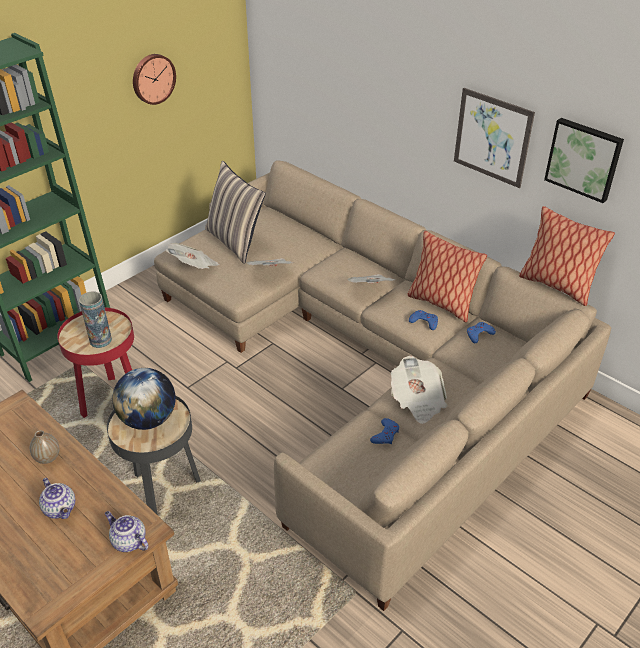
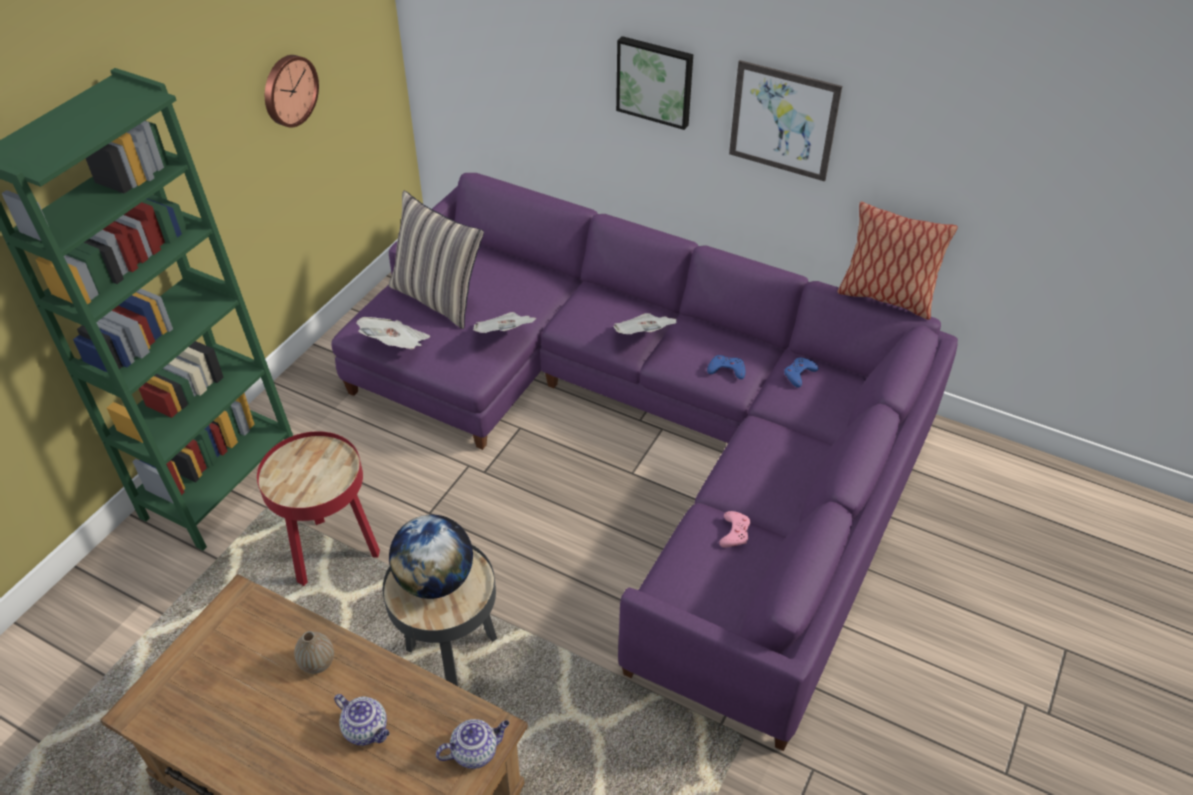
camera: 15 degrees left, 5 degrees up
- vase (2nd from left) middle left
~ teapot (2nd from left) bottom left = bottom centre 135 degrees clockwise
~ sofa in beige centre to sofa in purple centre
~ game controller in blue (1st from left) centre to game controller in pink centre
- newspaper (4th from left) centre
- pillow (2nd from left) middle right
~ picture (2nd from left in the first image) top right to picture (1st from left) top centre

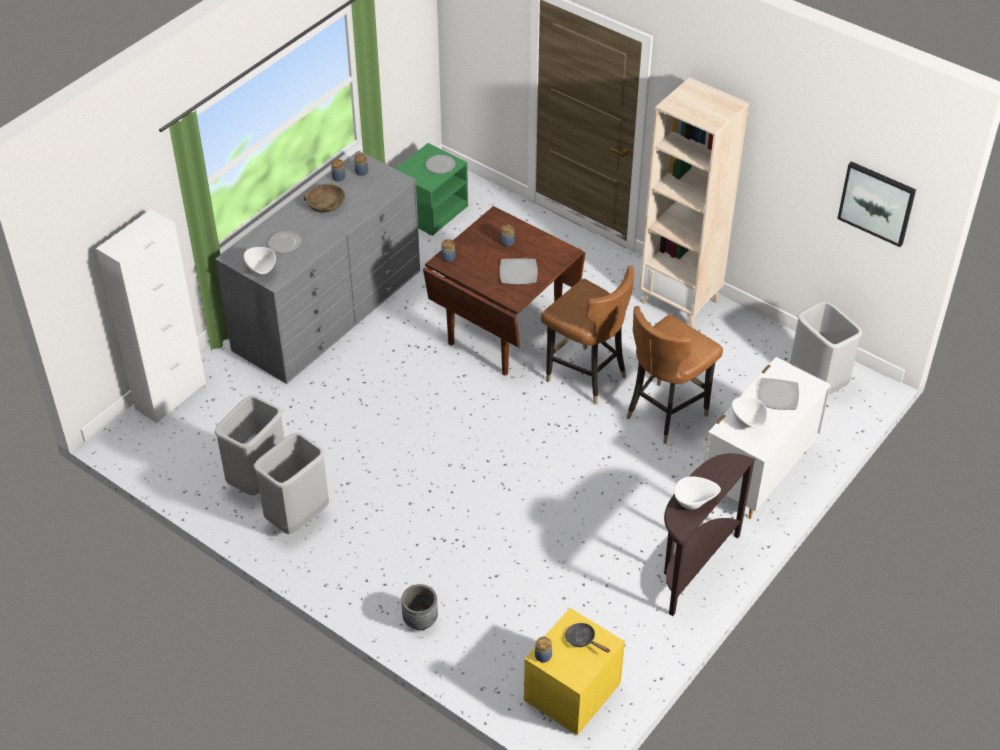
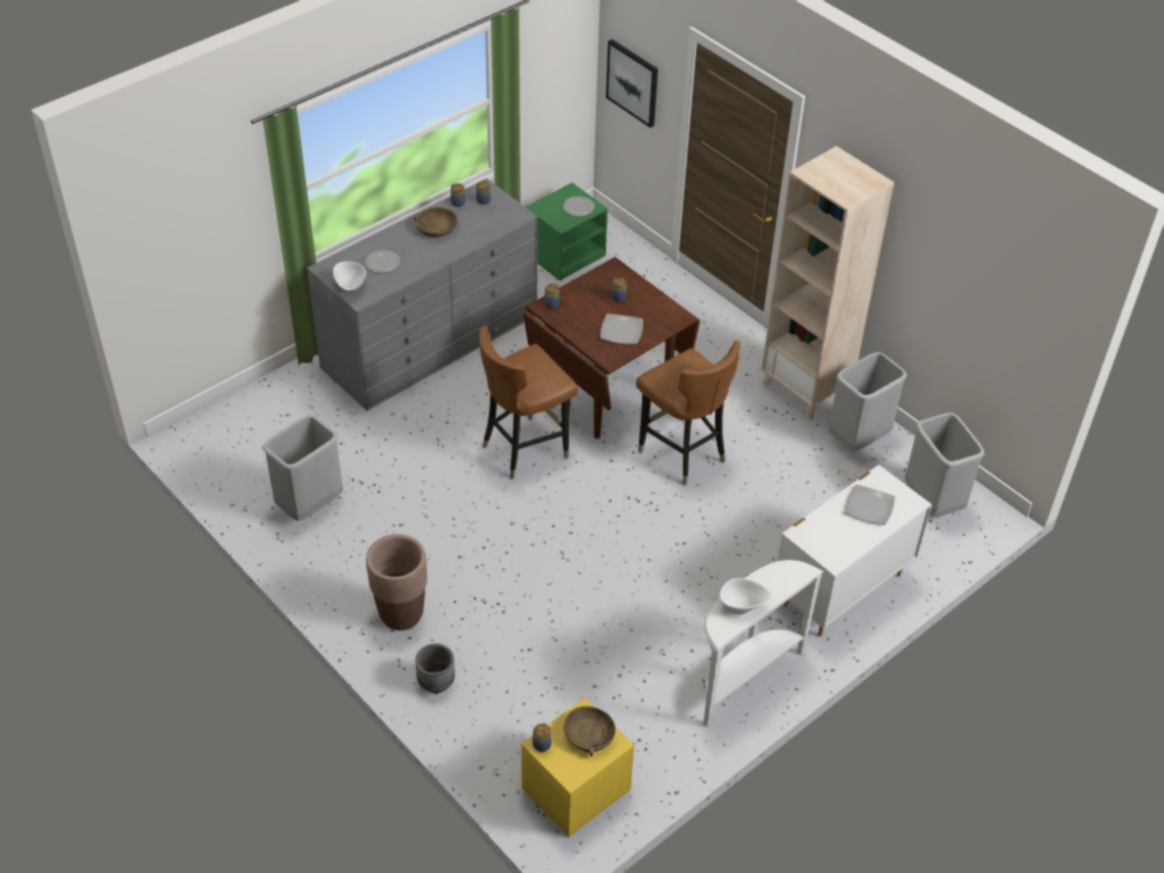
camera: 10 degrees right, 0 degrees up
- cabinet in white middle left
~ trash can in grey (2nd from left) middle left to middle right
~ frying pan in black bottom centre to bowl in brown (2nd from left) bottom centre
~ chair in brown (2nd from left in the first image) middle right to chair in brown (1st from left) centre
~ console table in brown bottom right to console table in white bottom centre
- bowl in white (3rd from left) middle right
~ picture top right to top centre
+ planter in brown bottom centre

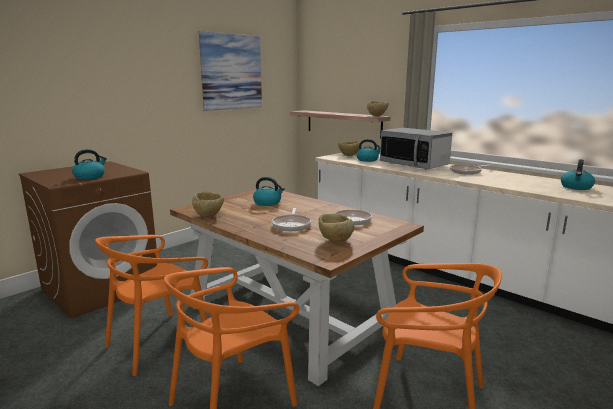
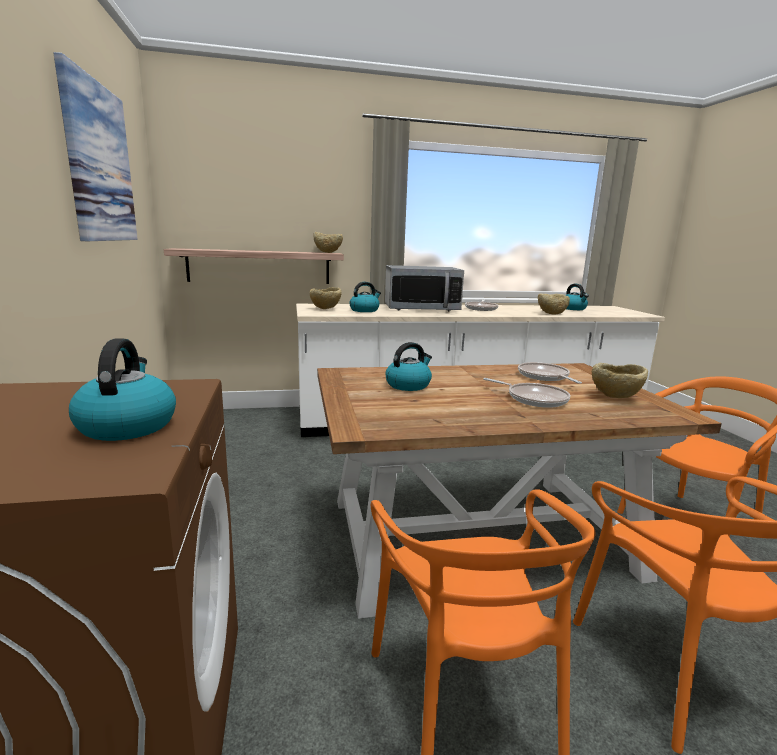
camera: 55 degrees left, 0 degrees up
~ bowl in beige (1st from left in the first image) centre to bowl in beige (3rd from left) middle right

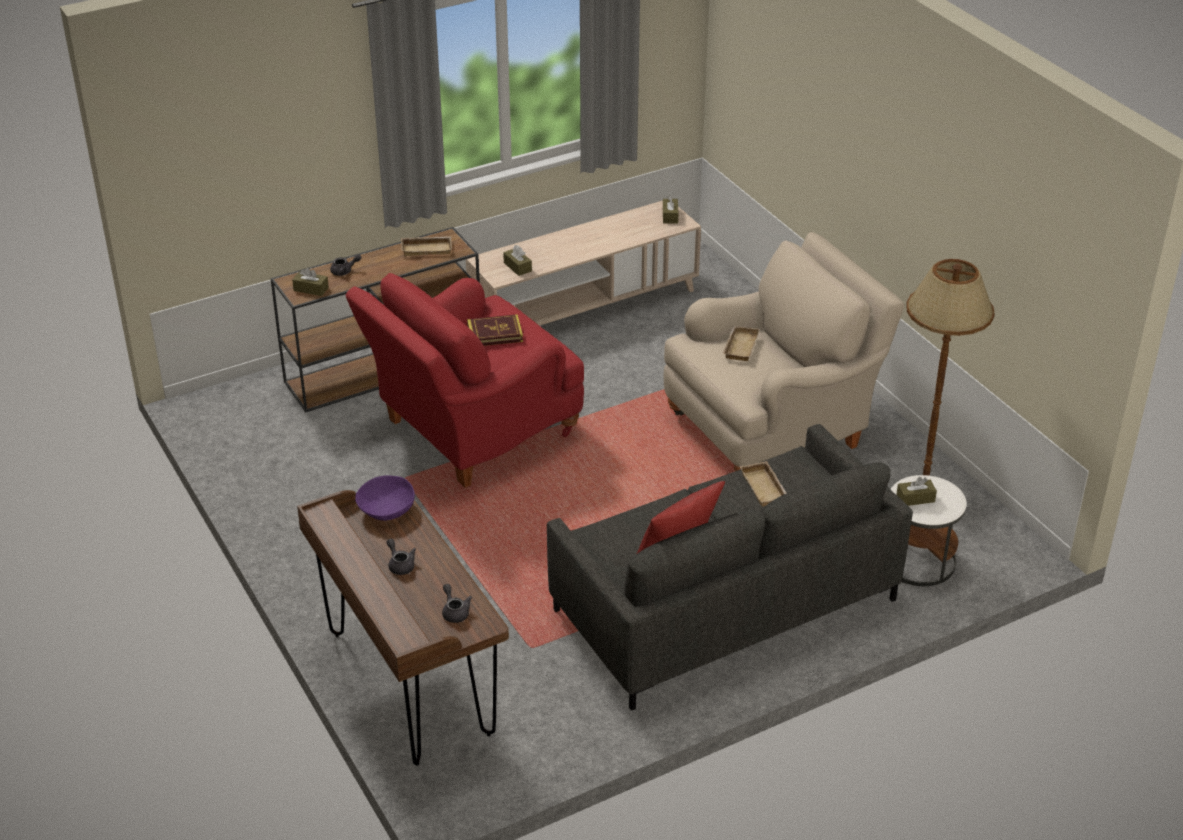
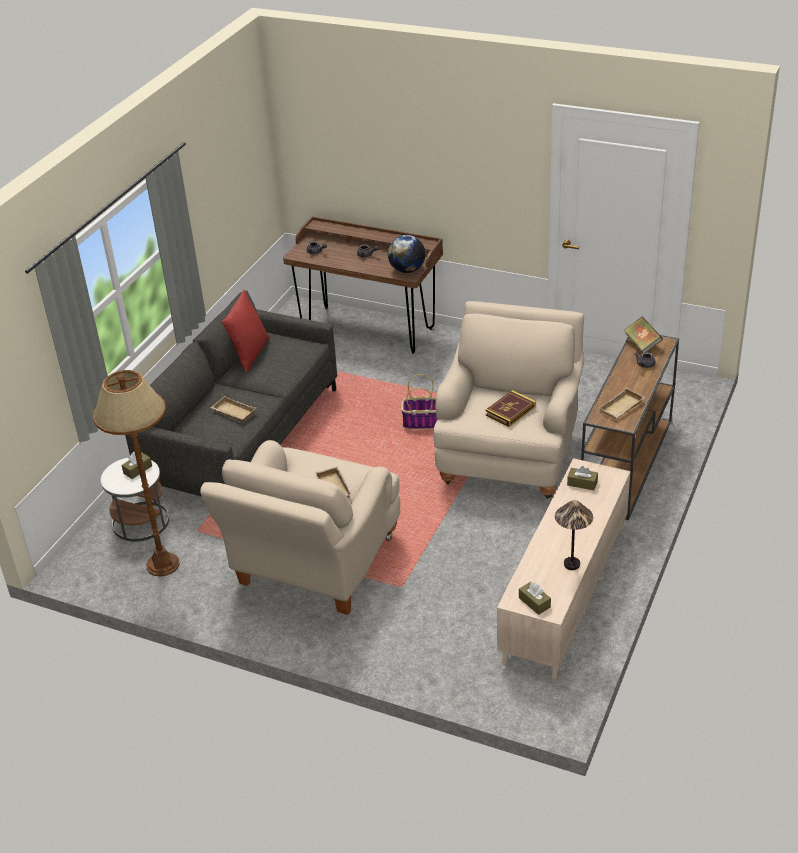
camera: 145 degrees right, 0 degrees up
~ tissue box in brown (1st from left) middle left to book (2nd from left) middle right
~ armchair in red centre to armchair in beige (2nd from left) centre
~ bowl in purple middle left to globe top centre
+ basket centre
+ table lamp middle right

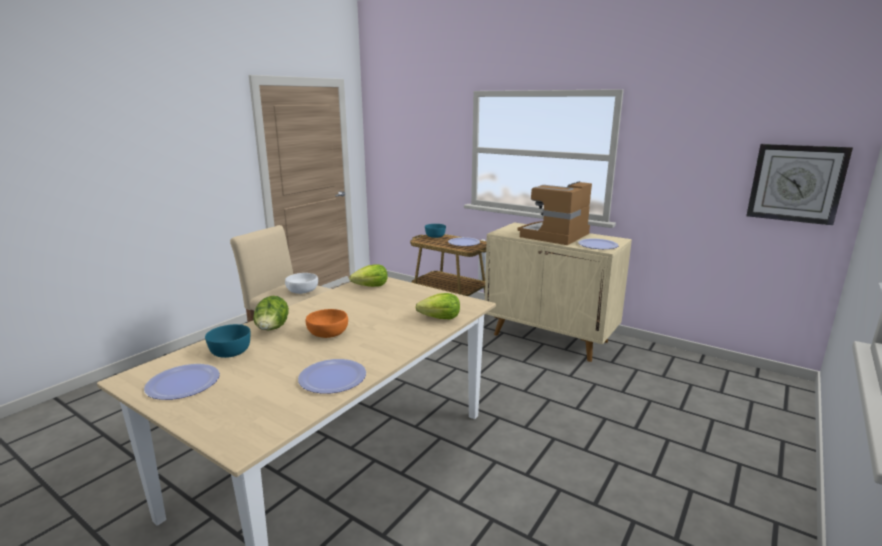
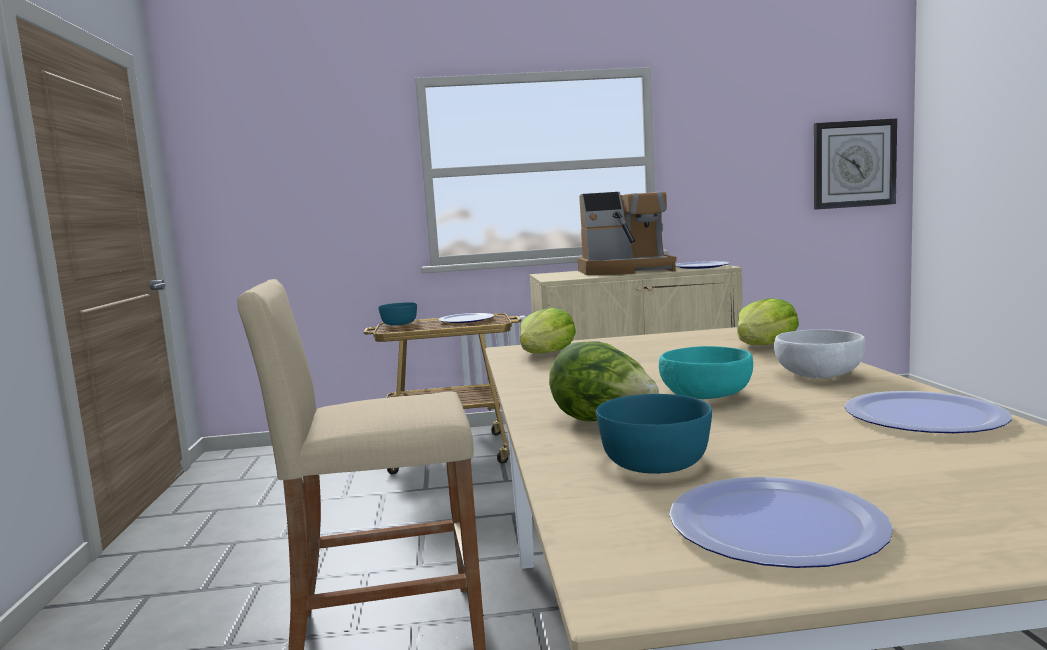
camera: 40 degrees left, 10 degrees down
~ bowl in white centre to middle right
~ bowl in orange centre to bowl in turquoise (3rd from left) middle right
~ coffee machine centre = centre 90 degrees counterclockwise

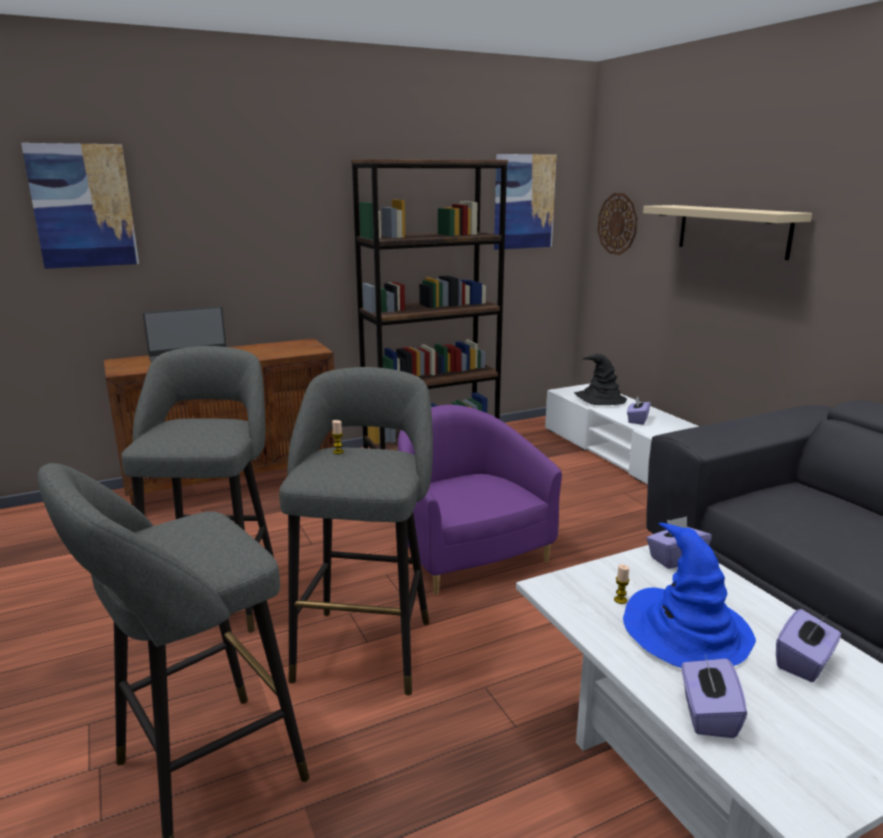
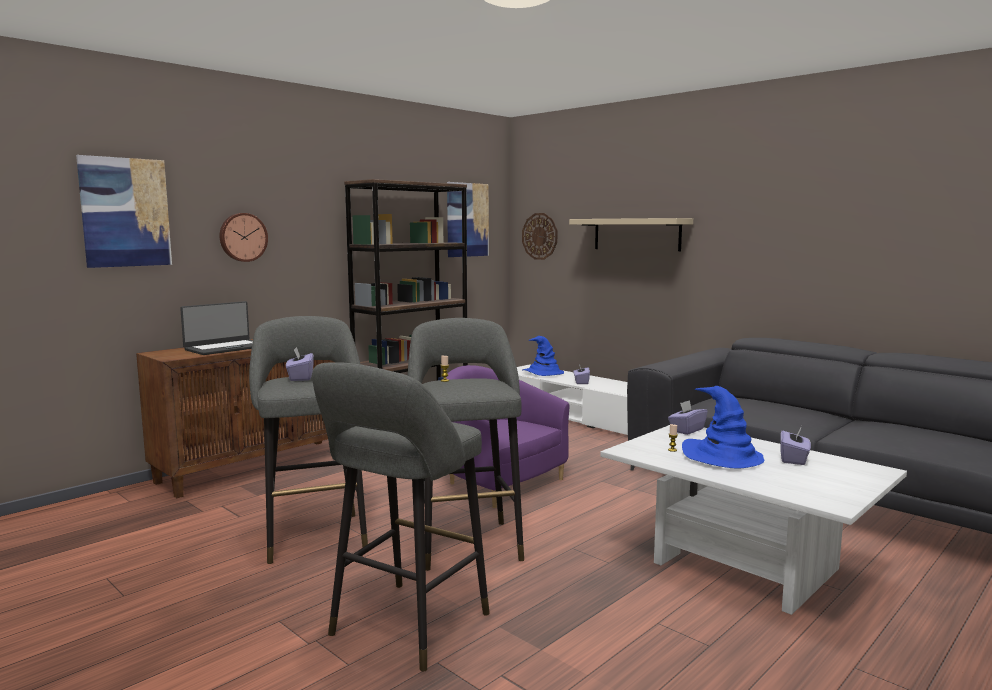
camera: 20 degrees left, 10 degrees down
~ hat in black middle right to hat in blue (1st from left) centre
~ tissue box in purple (3rd from left in the first image) bottom right to tissue box in purple (1st from left) middle left
+ wall clock (1st from left) middle left

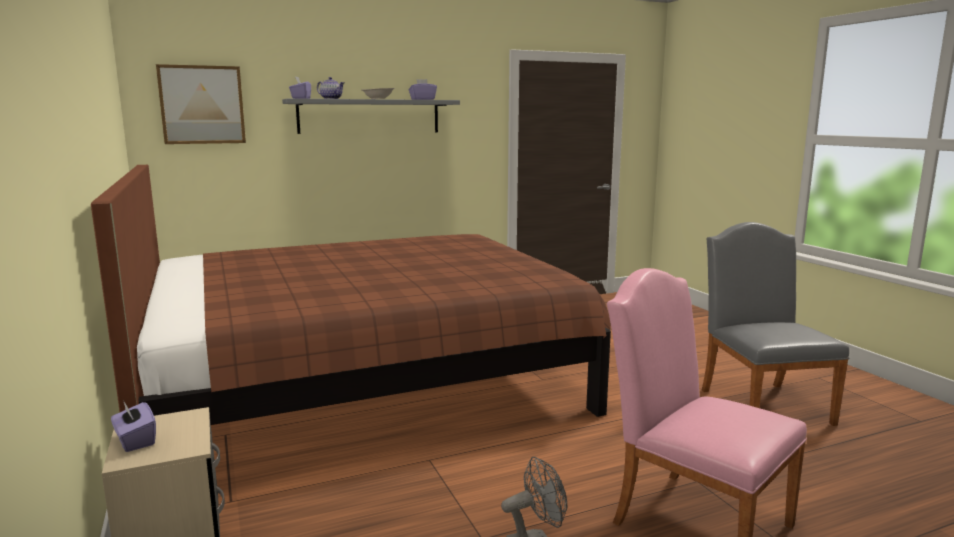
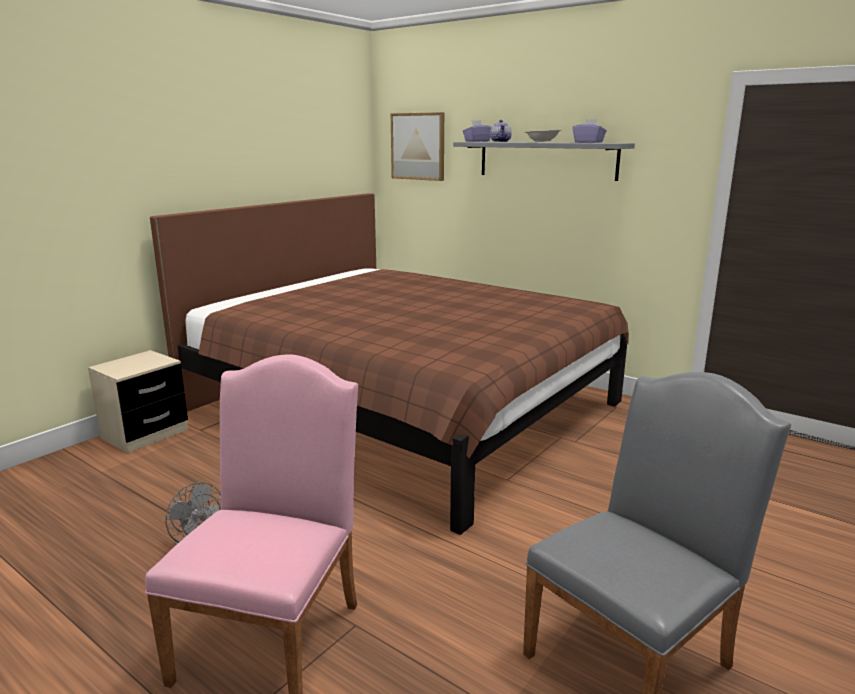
camera: 60 degrees right, 5 degrees up
- tissue box in purple (1st from left) bottom left

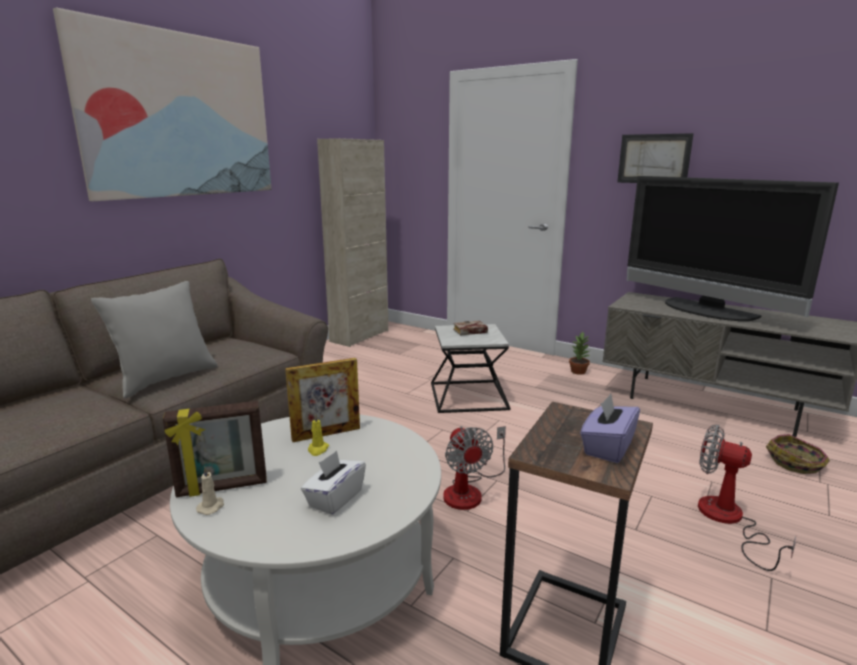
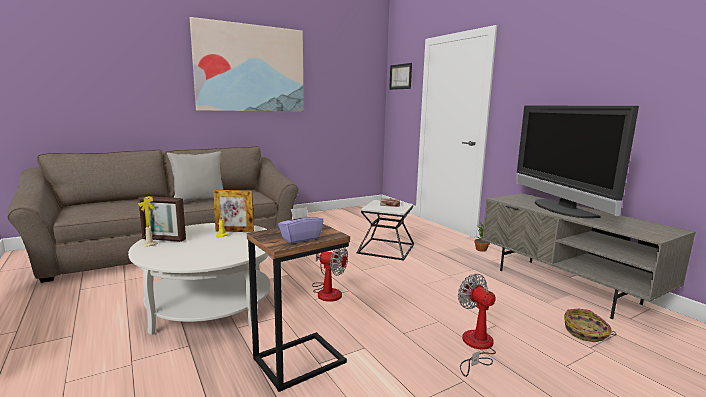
camera: 25 degrees right, 5 degrees down
- tissue box in white bottom centre
- cabinet in beige centre
~ fan (1st from left) bottom centre = bottom centre 75 degrees counterclockwise
~ picture (2nd from left) top right to top centre

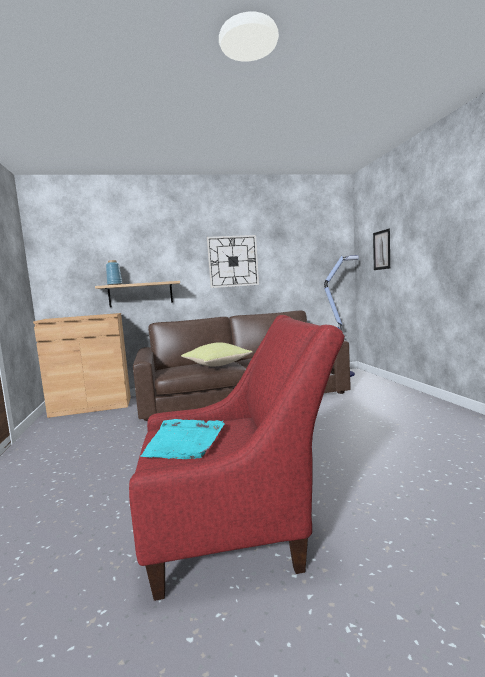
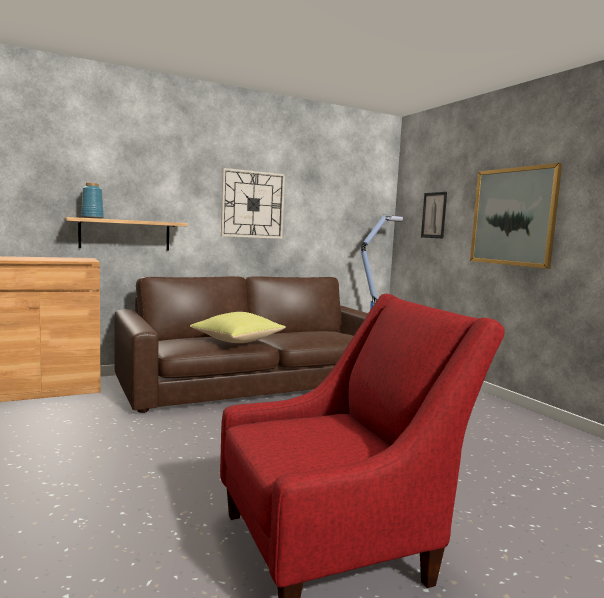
camera: 15 degrees left, 0 degrees up
- tray in turquoise centre
+ picture (2nd from left) middle right

